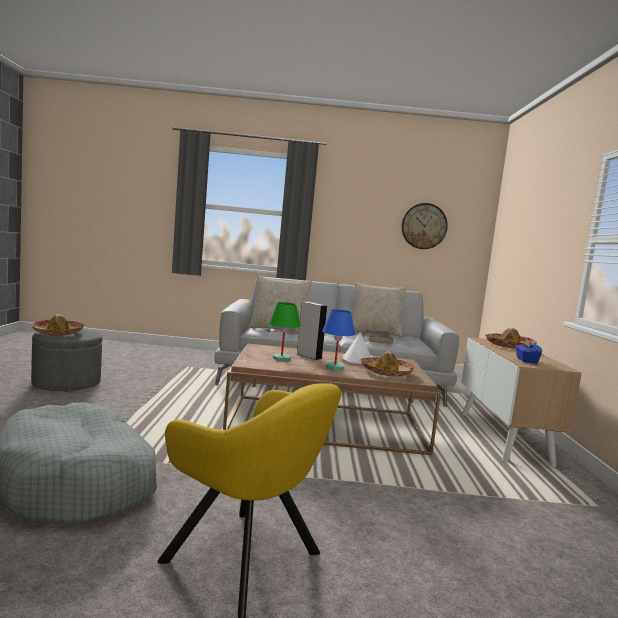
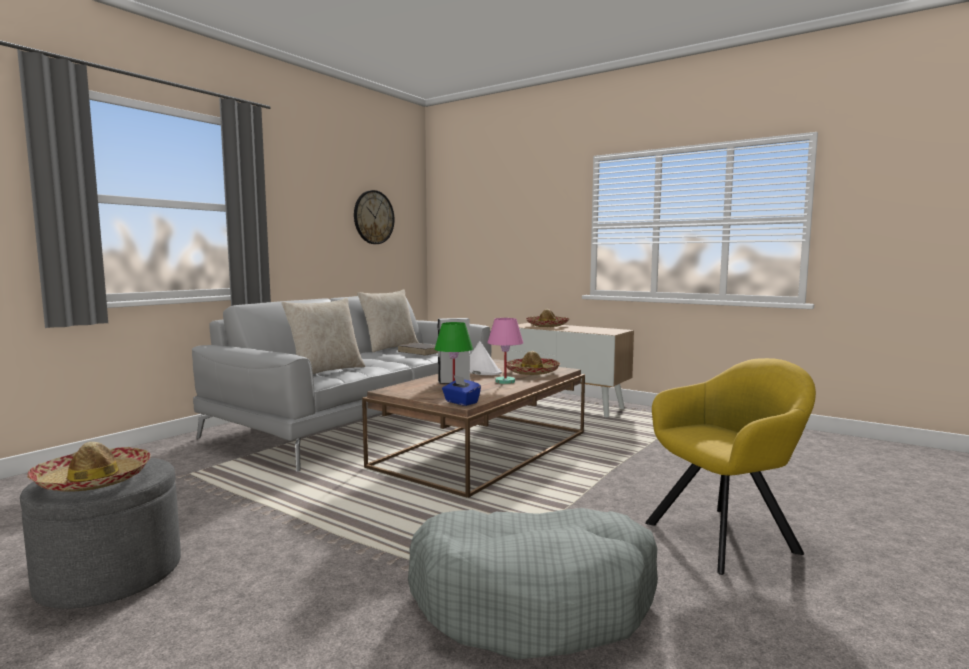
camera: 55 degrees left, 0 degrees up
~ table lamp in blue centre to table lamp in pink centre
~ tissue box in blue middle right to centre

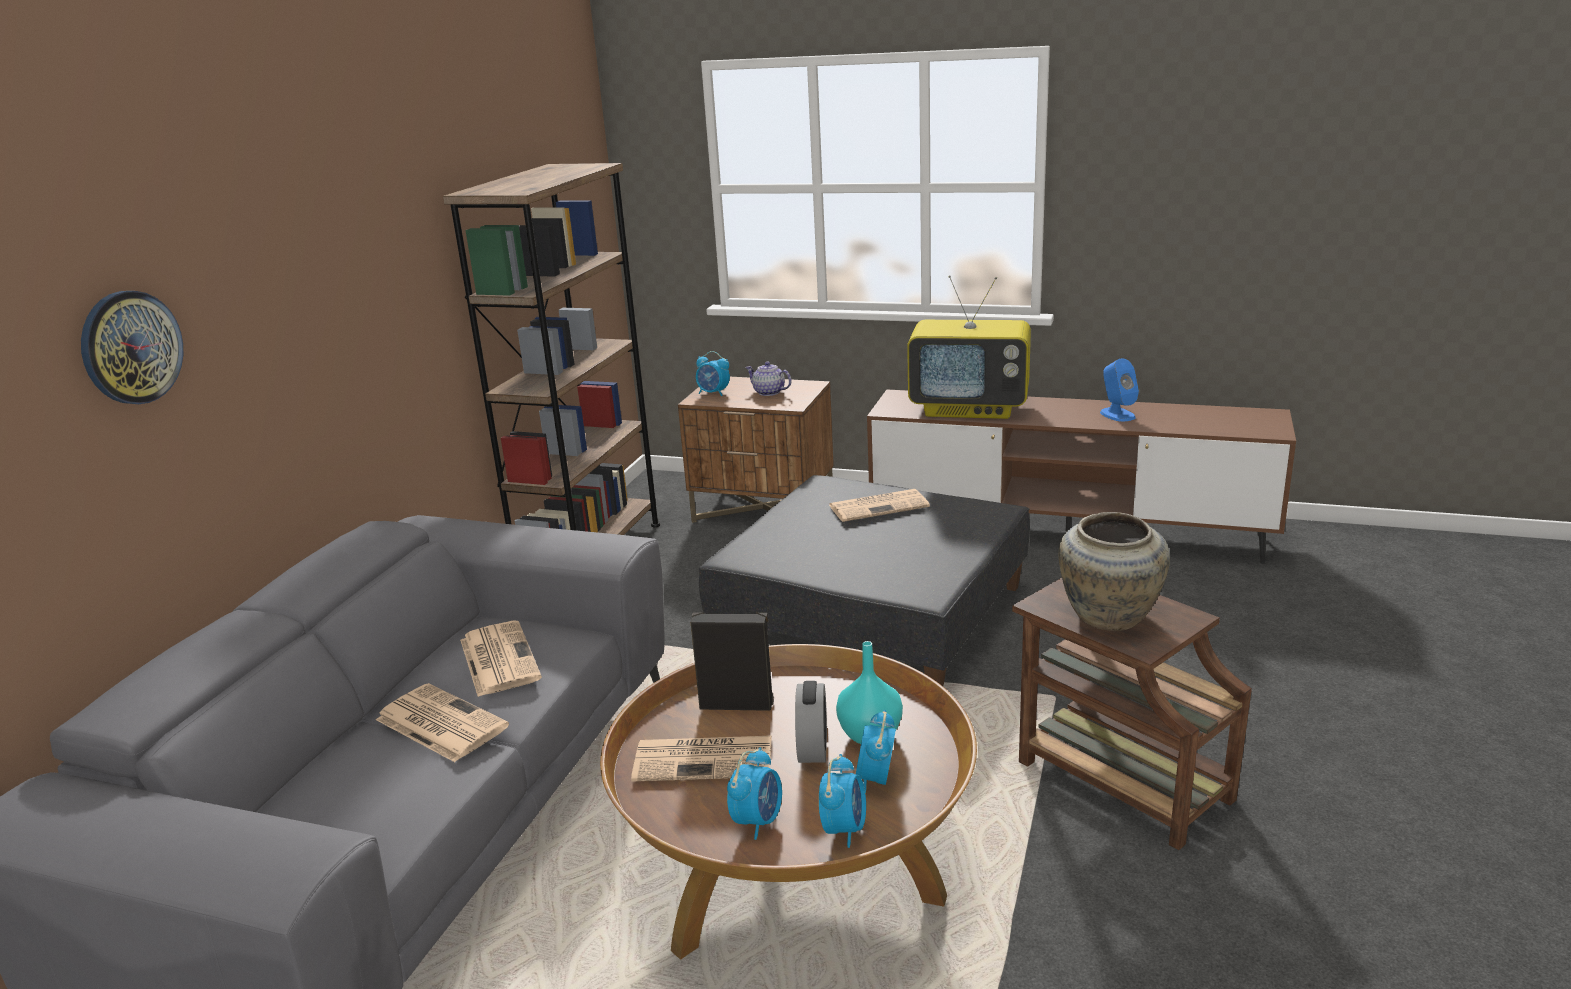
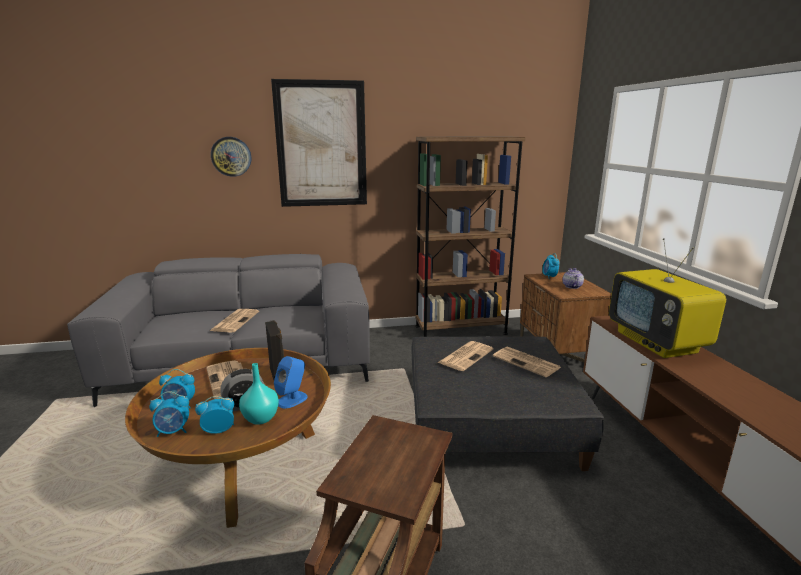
camera: 60 degrees right, 5 degrees down
~ newspaper (2nd from left in the first image) middle left to newspaper (3rd from left) centre
- vase in beige middle right
~ speaker in blue middle right to centre
+ picture top centre

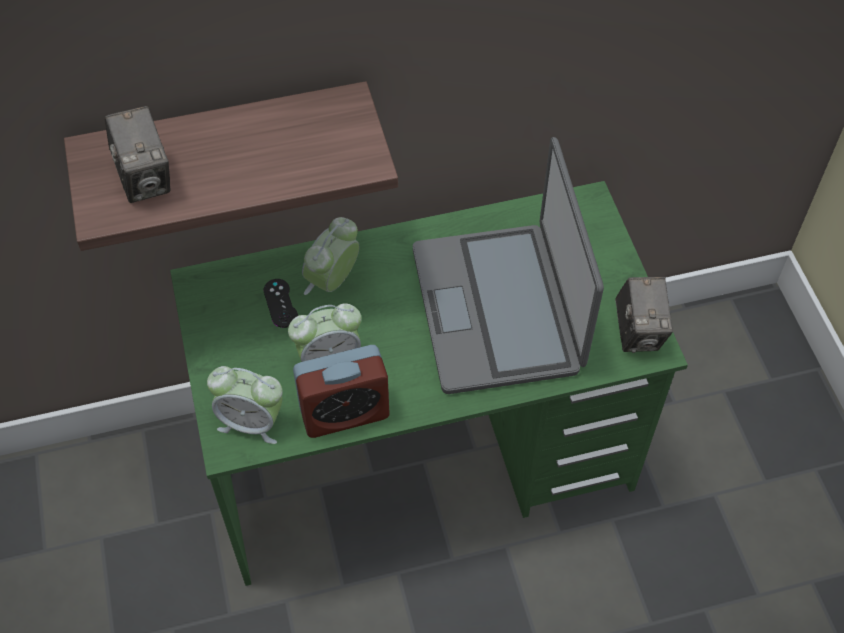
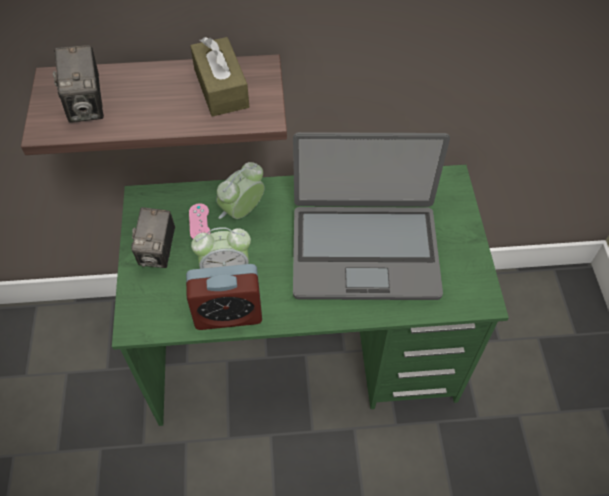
camera: 10 degrees right, 0 degrees up
- alarm clock (1st from left) middle left
~ game controller in black middle left to game controller in pink middle left
~ laptop centre = centre 90 degrees counterclockwise
~ photo camera (2nd from left) middle right to middle left
+ tissue box in brown top centre

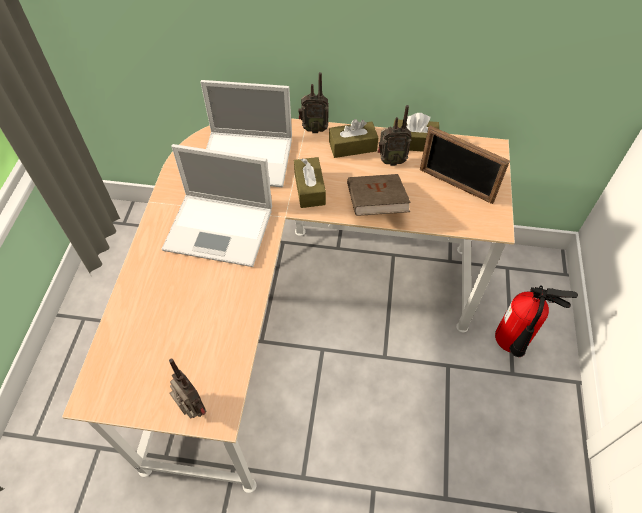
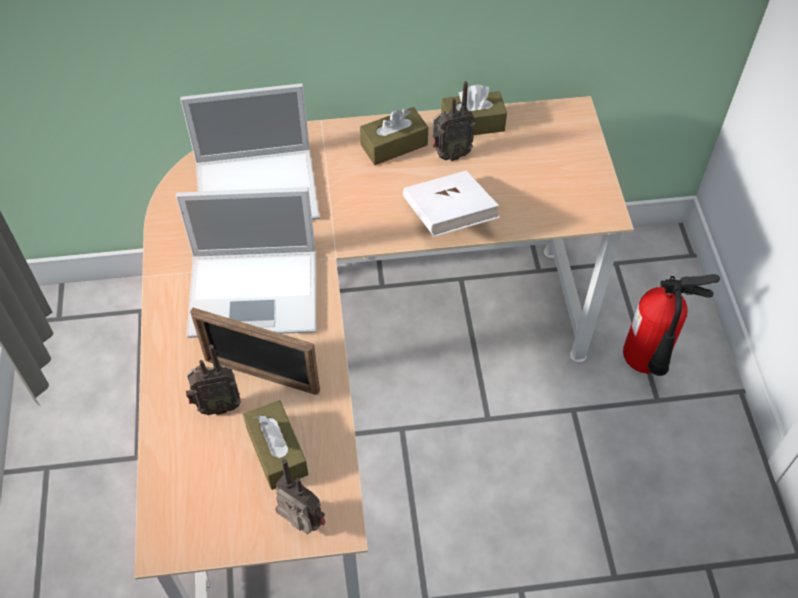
camera: 15 degrees left, 0 degrees up
~ tissue box in brown (1st from left) centre to bottom centre
~ radio (2nd from left in the first image) top centre to radio (1st from left) middle left
~ book in brown centre to book in white centre
~ picture frame top right to middle left

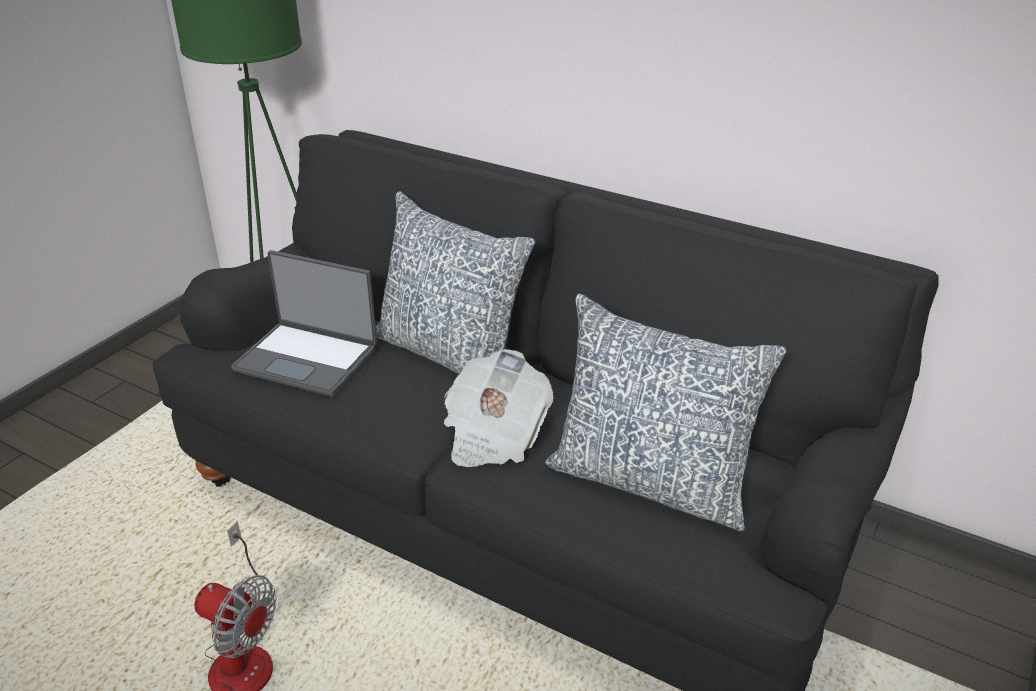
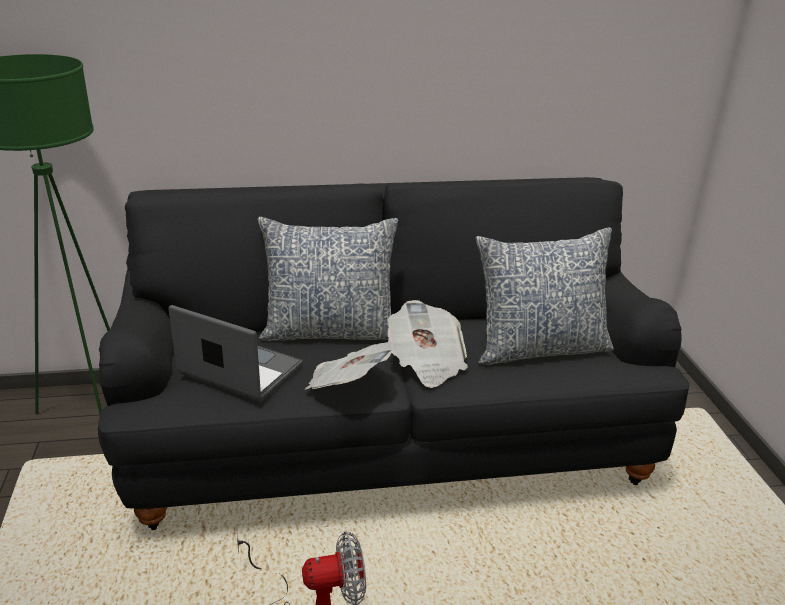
camera: 40 degrees left, 5 degrees down
~ laptop middle left = middle left 135 degrees counterclockwise
+ newspaper (1st from left) centre

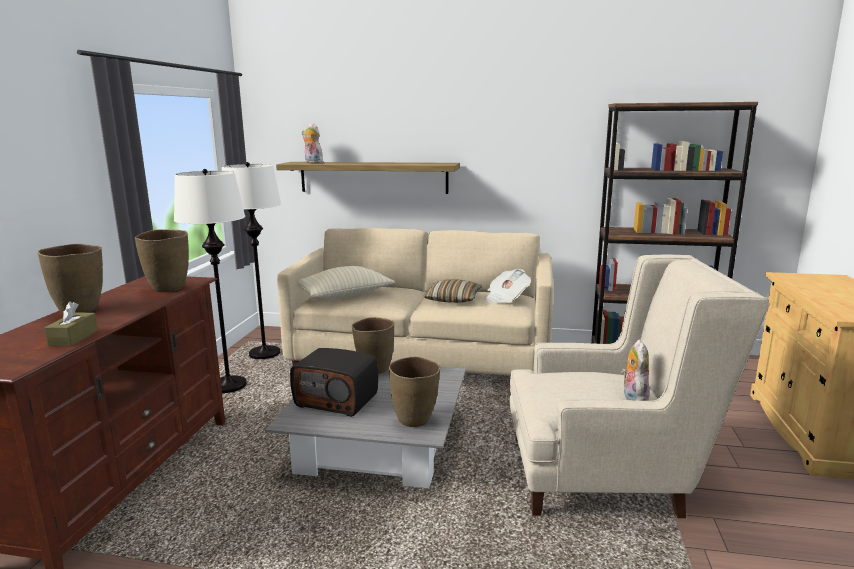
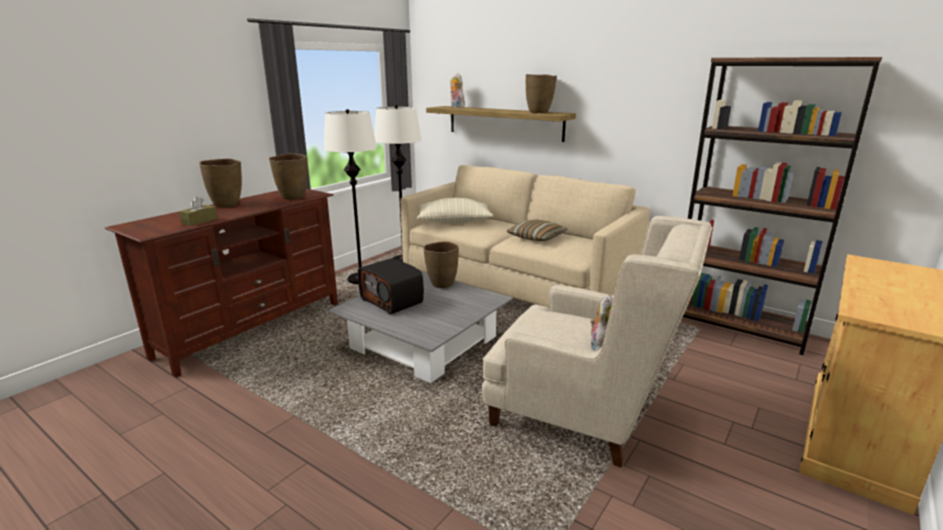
camera: 25 degrees right, 5 degrees up
~ vase in brown (4th from left) bottom centre to top centre
- newspaper centre

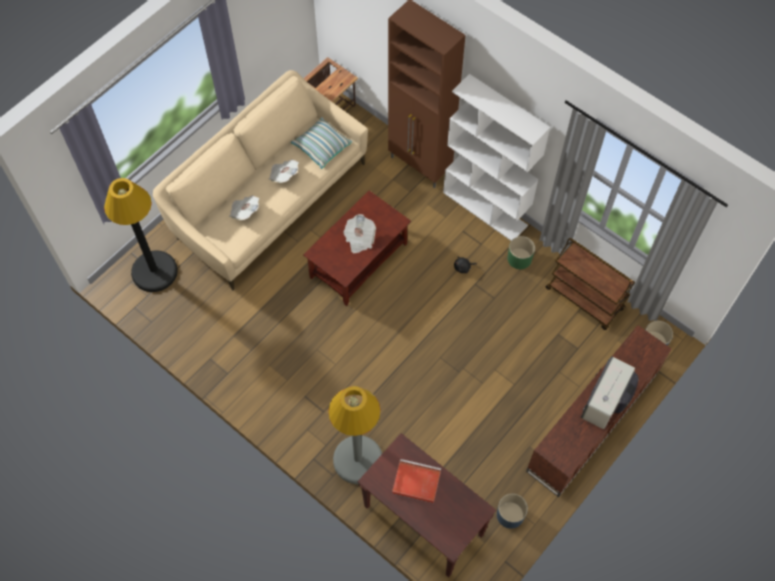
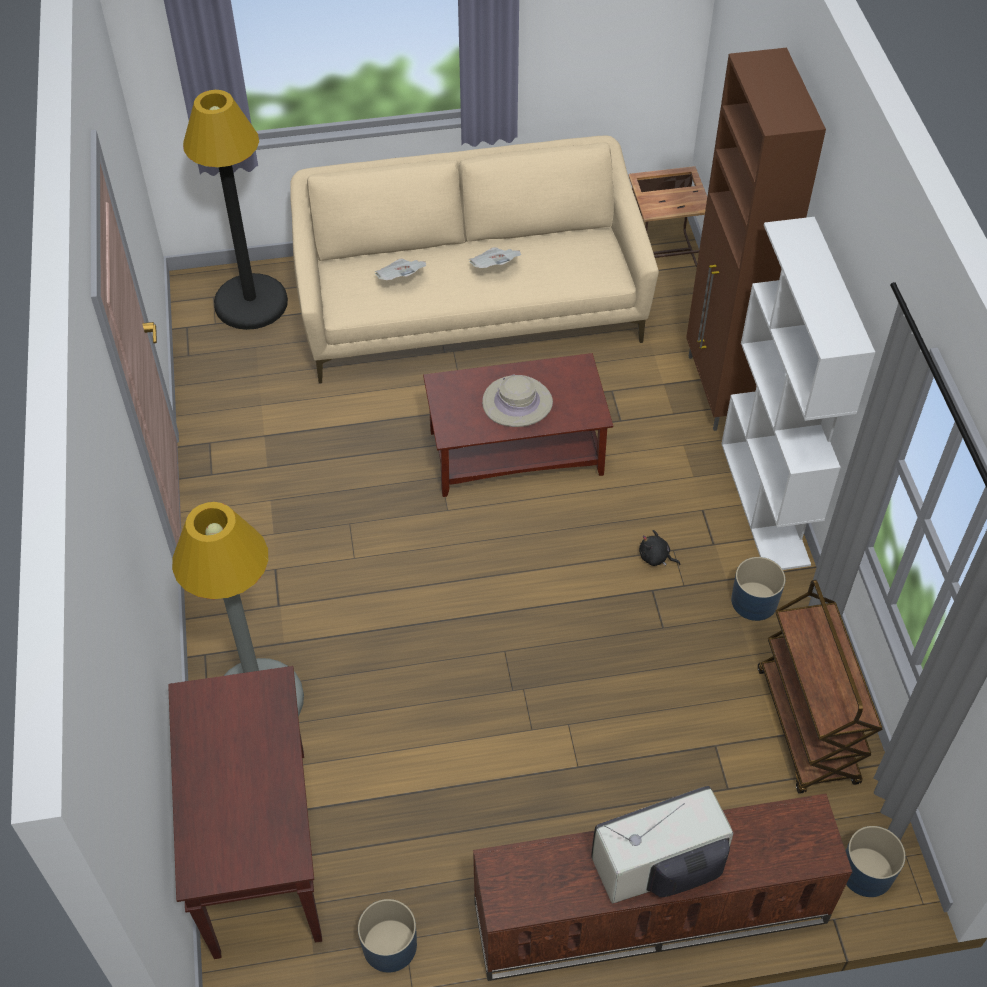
camera: 40 degrees right, 10 degrees down
- pillow top centre
~ newspaper (3rd from left) centre to hat in beige centre
- tray in red bottom centre
~ planter in green middle right to planter in blue (2nd from left) middle right

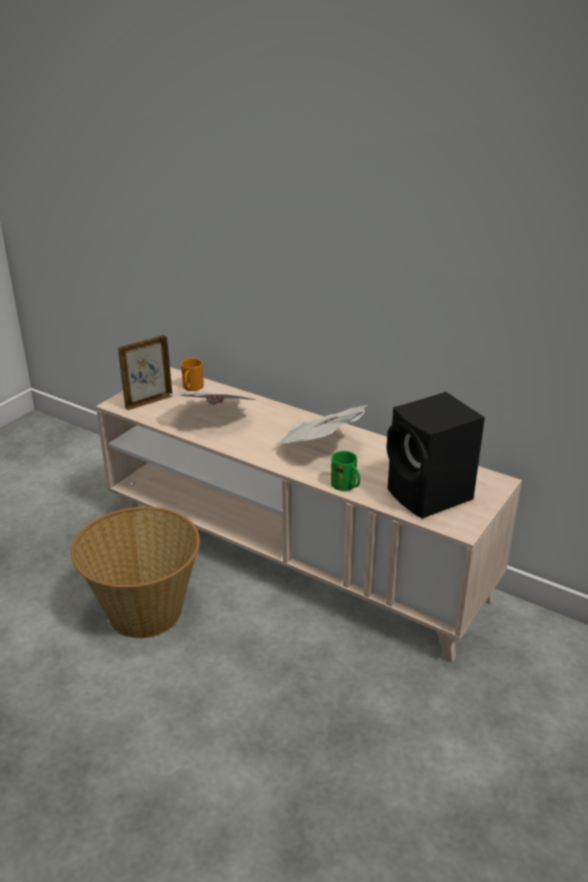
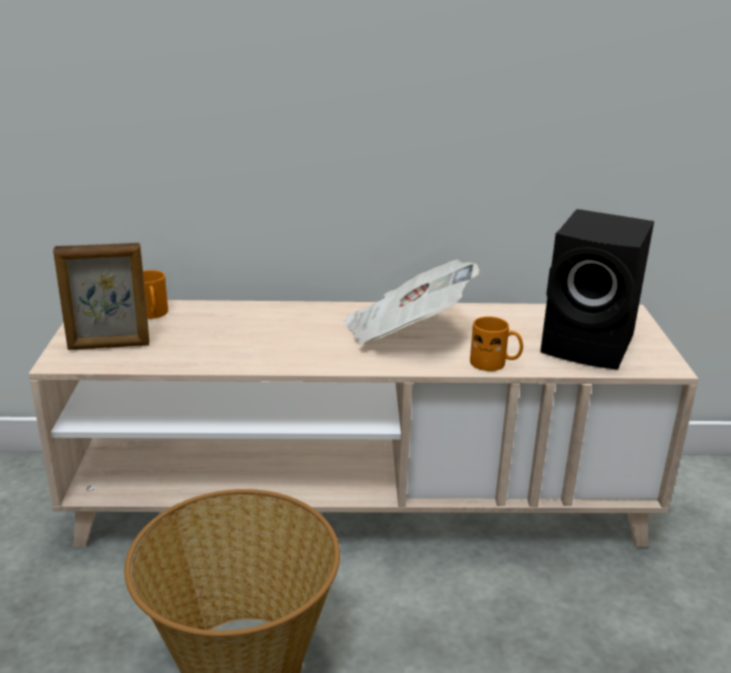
camera: 35 degrees left, 5 degrees down
~ picture frame middle left = middle left 120 degrees counterclockwise
- newspaper (1st from left) centre
~ mug in green centre to mug in orange (2nd from left) middle right

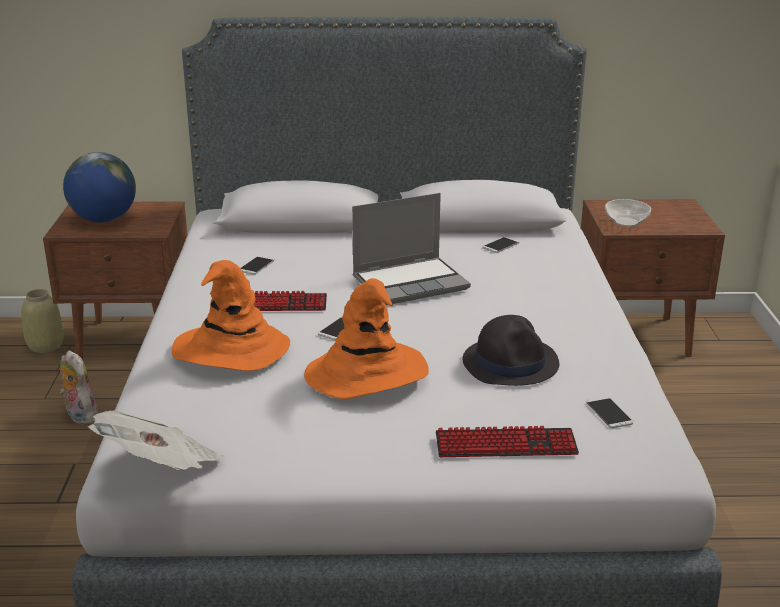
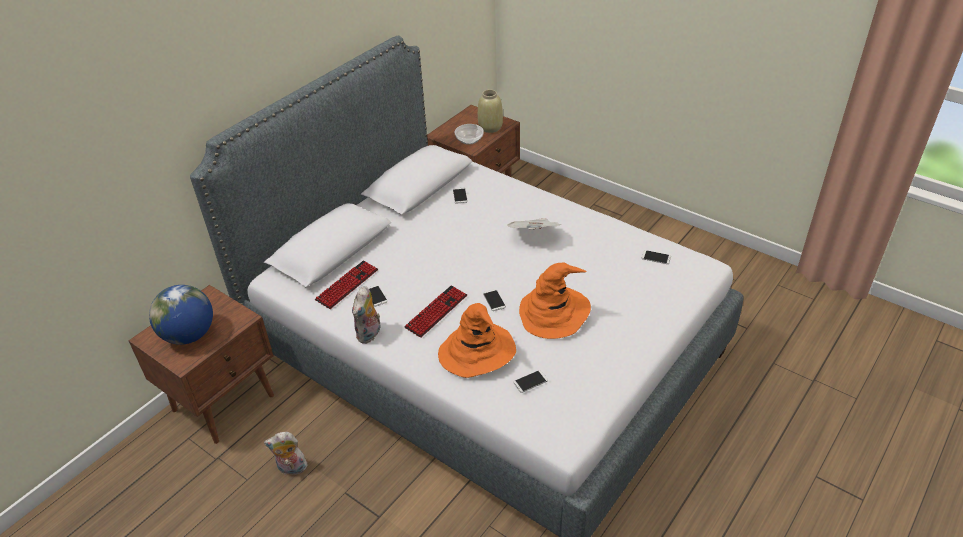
camera: 50 degrees left, 15 degrees up
~ vase in beige middle left to top centre
~ newspaper bottom left to centre
- laptop centre
~ keyboard (2nd from left in the first image) bottom centre to keyboard (1st from left) centre
- hat in black centre
+ plush toy (2nd from left) centre
+ phone (4th from left) bottom centre

